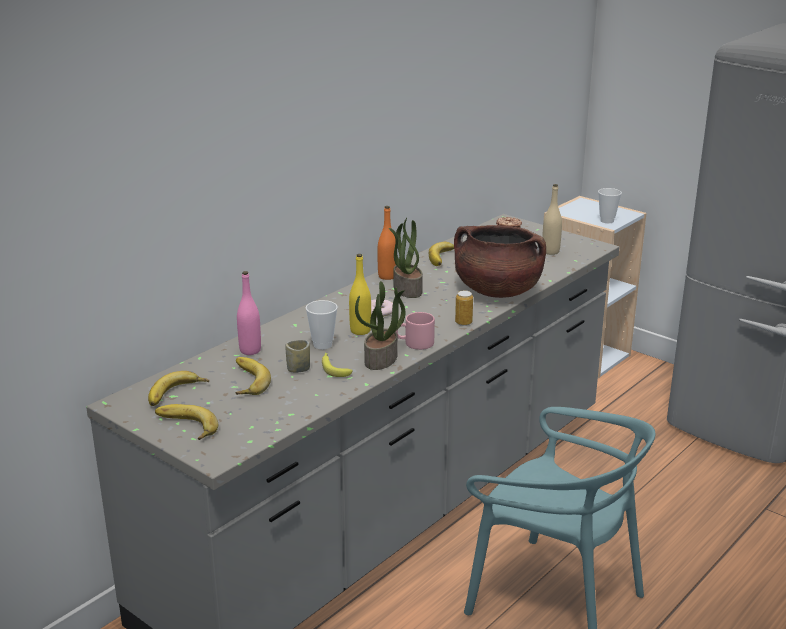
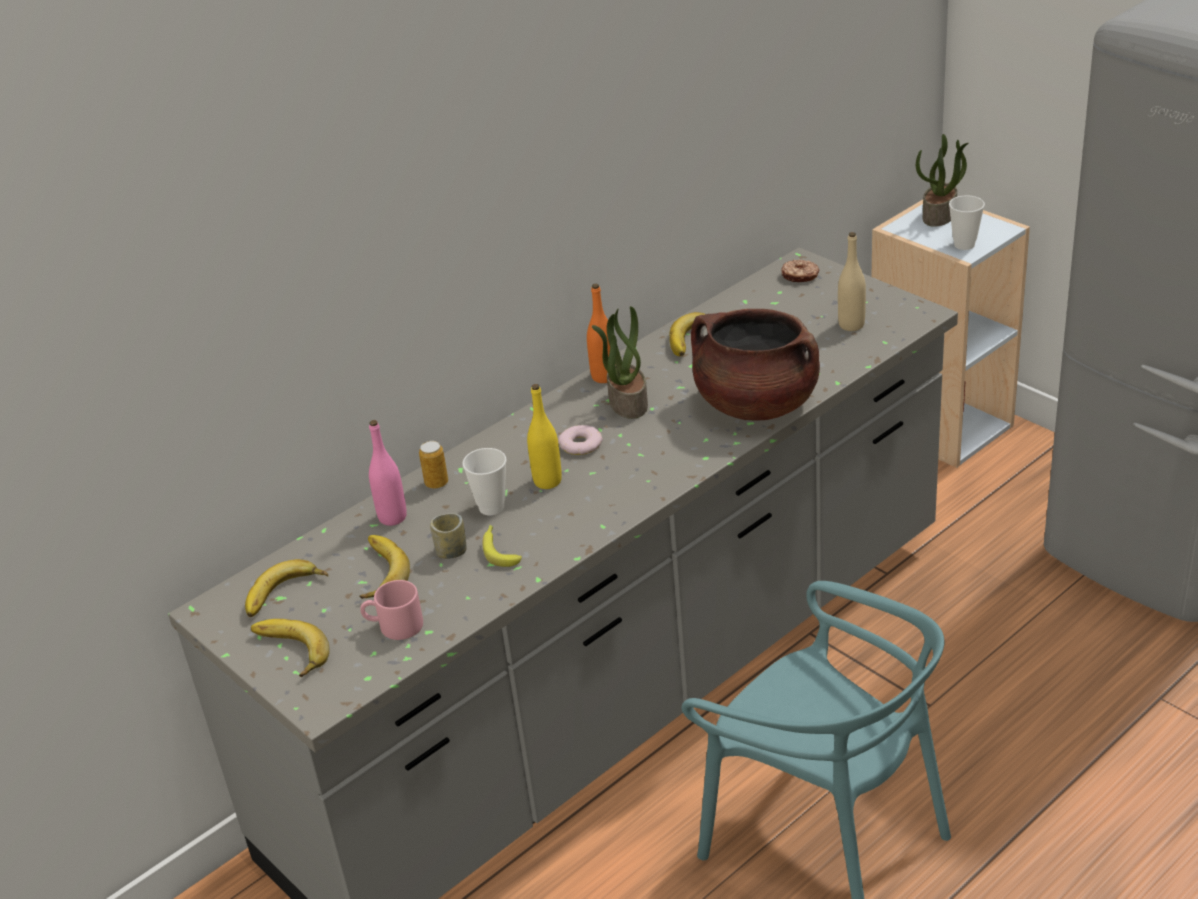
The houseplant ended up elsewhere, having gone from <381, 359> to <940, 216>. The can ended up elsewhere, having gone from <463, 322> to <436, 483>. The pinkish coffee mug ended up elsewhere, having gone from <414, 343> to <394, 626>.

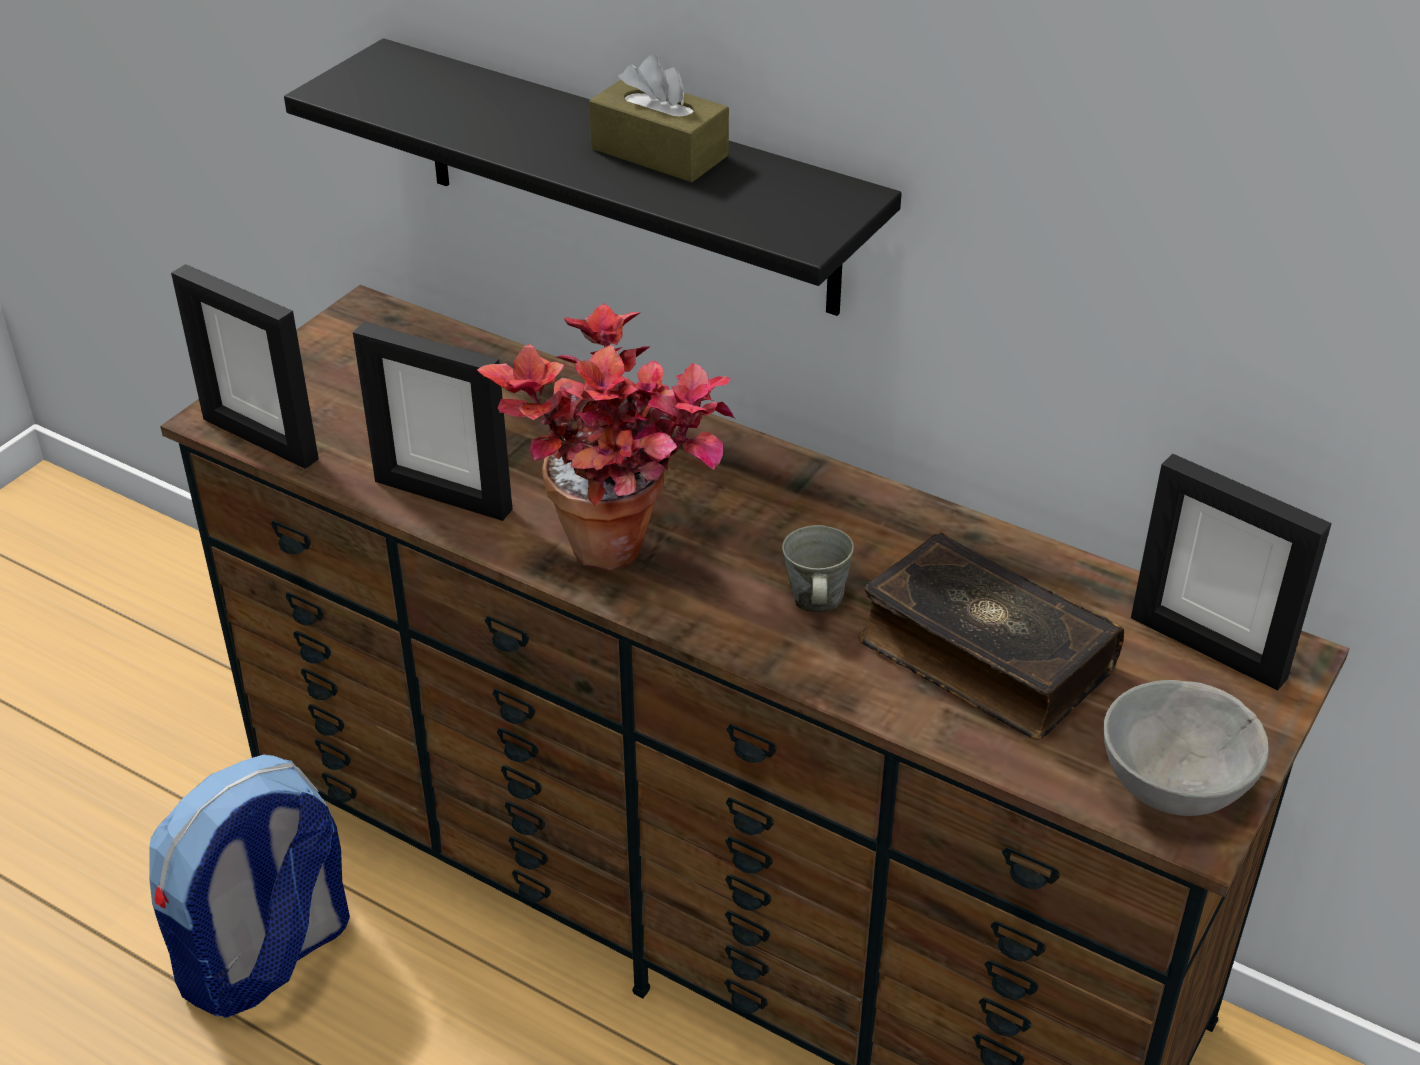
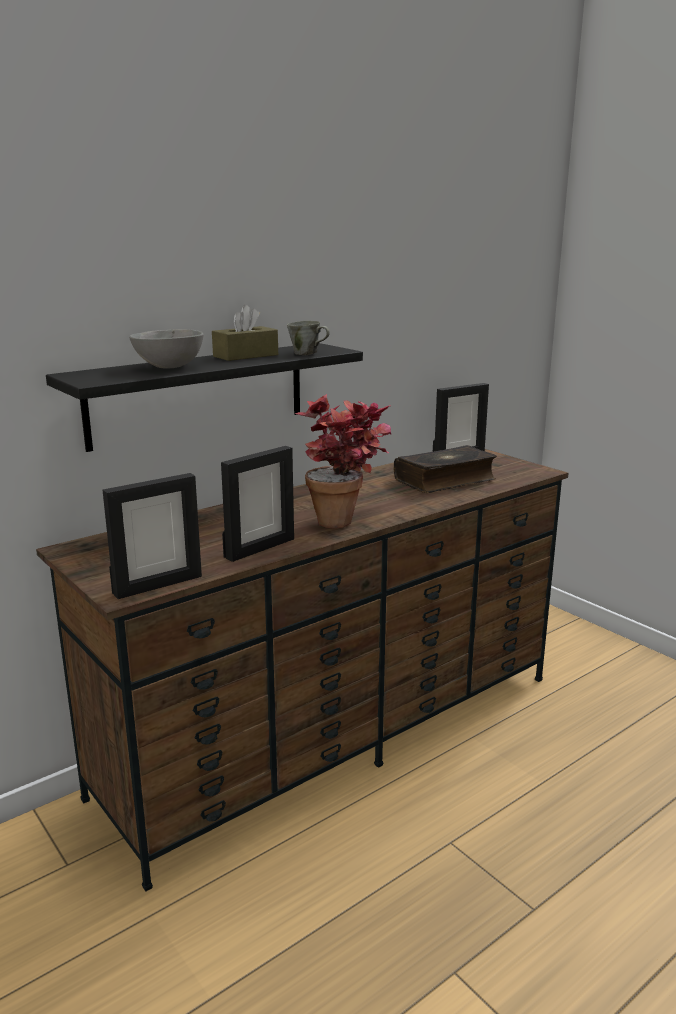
The gray coffee mug ended up elsewhere, having gone from <816, 600> to <307, 353>. The gray deep dish ended up elsewhere, having gone from <1171, 785> to <168, 367>. The second view lost the backpack at <266, 957>.

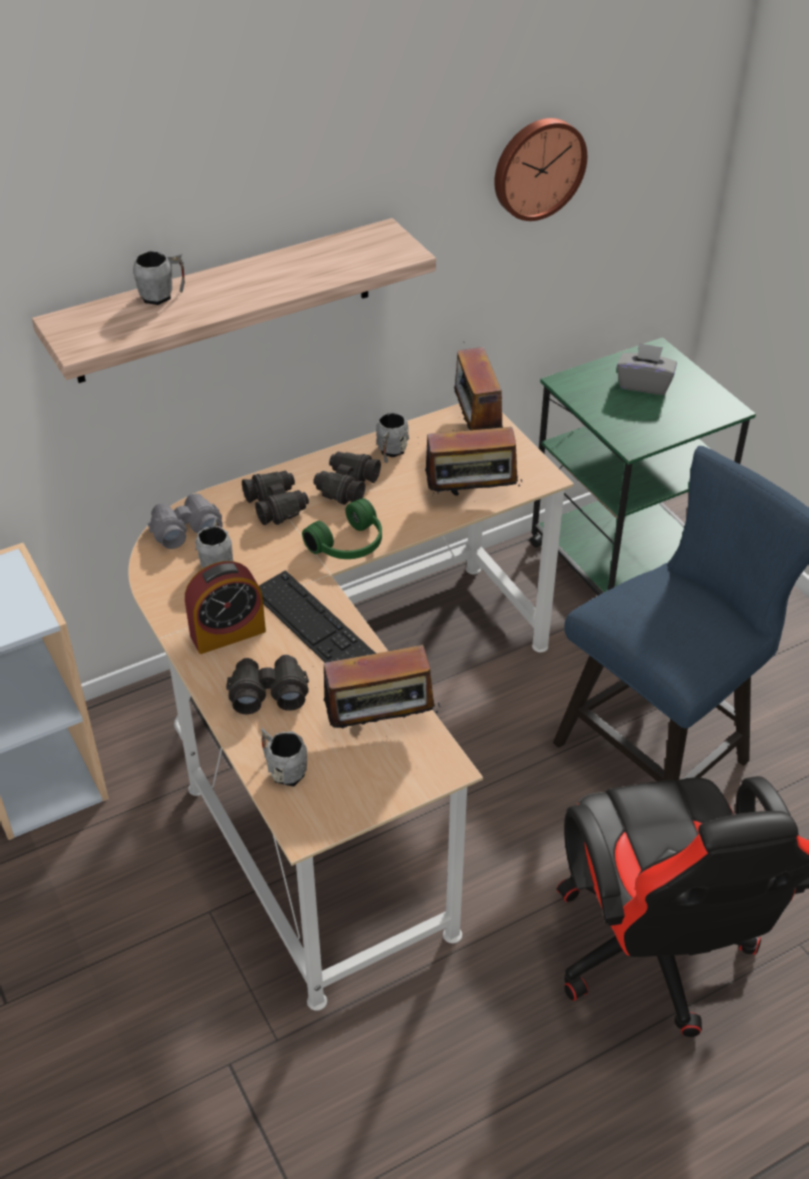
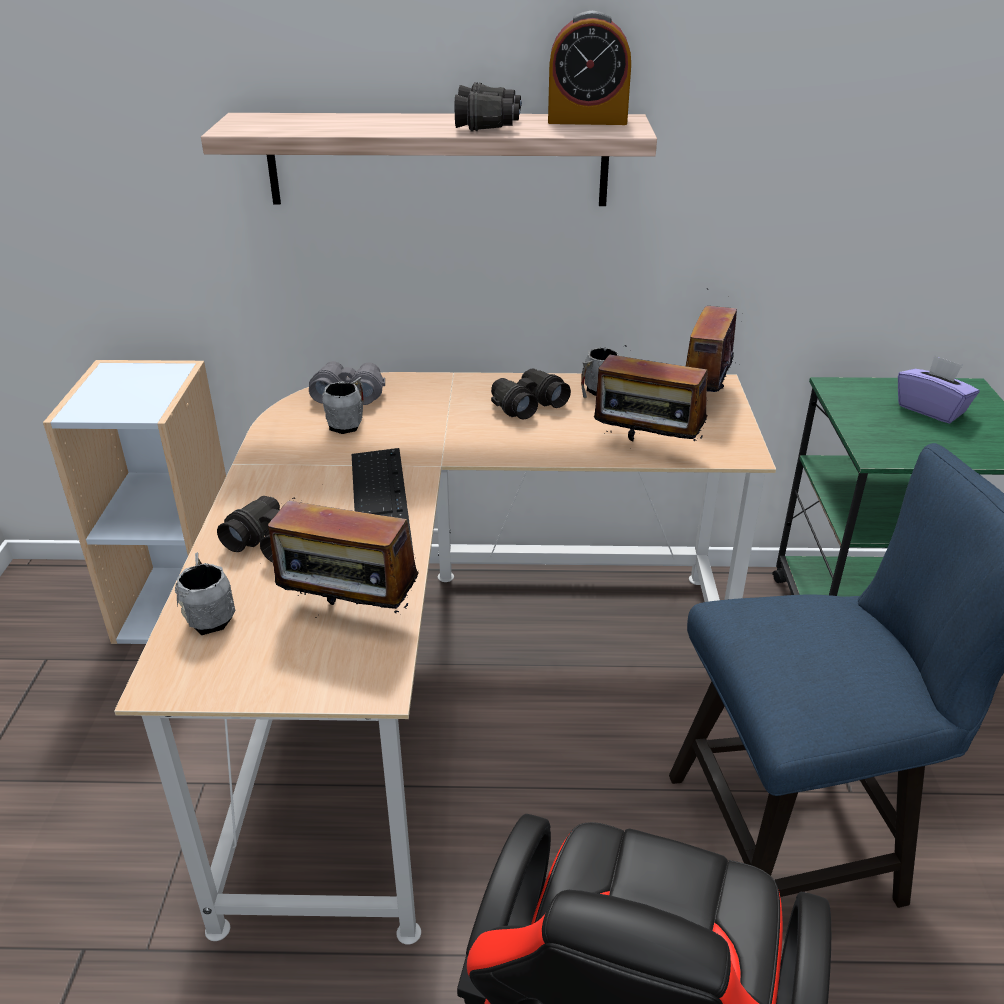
The second view lost the hanging clock at <537, 167>. The second view lost the gray coffee mug at <162, 295>. What was the gray tissue holder at <644, 384> turned into the purple tissue holder at <931, 409>. The black-coloured field glasses ended up elsewhere, having gone from <276, 505> to <488, 124>. The second view lost the greenish headphones at <350, 545>. The alarm clock ended up elsewhere, having gone from <228, 633> to <587, 120>.

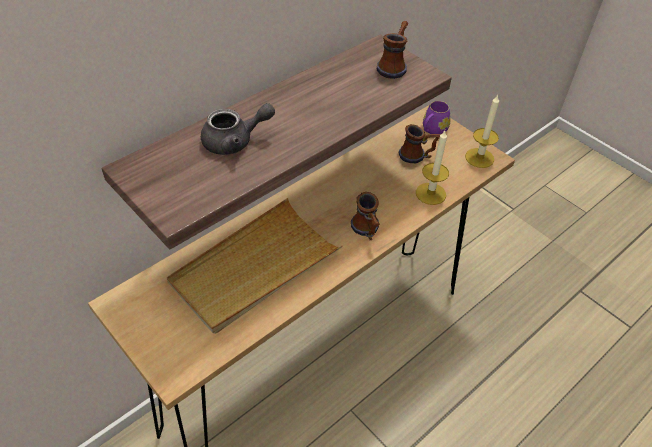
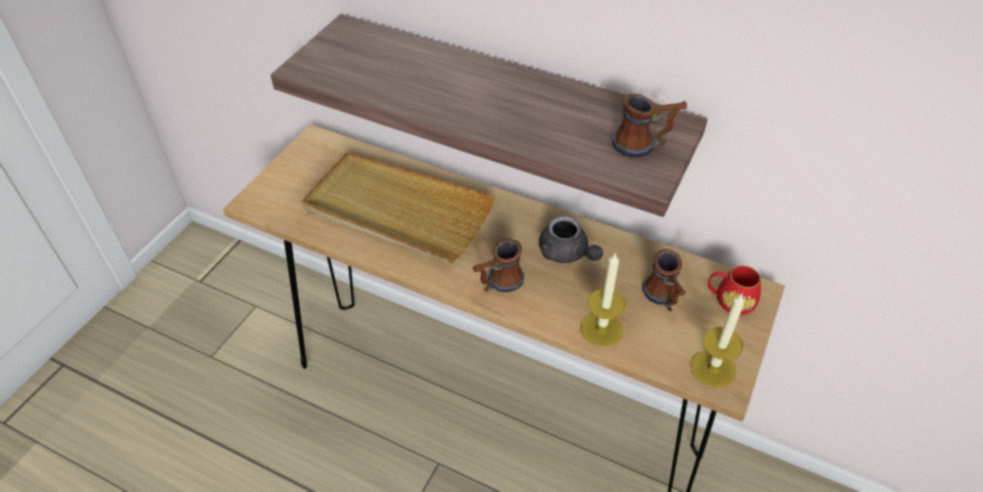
What was the purple coffee mug at <432, 130> turned into the red-coloured coffee mug at <729, 301>. The gray pot for tea ended up elsewhere, having gone from <235, 142> to <567, 254>.

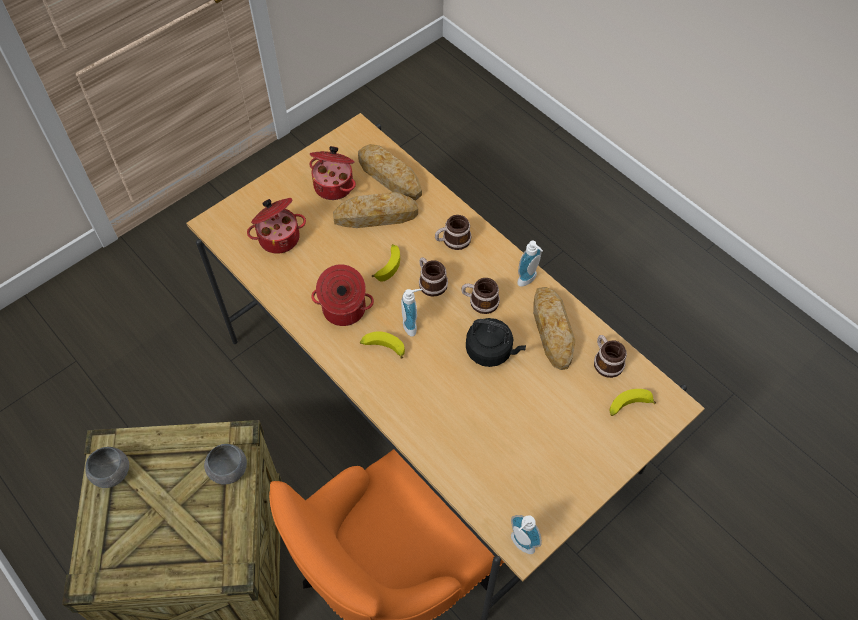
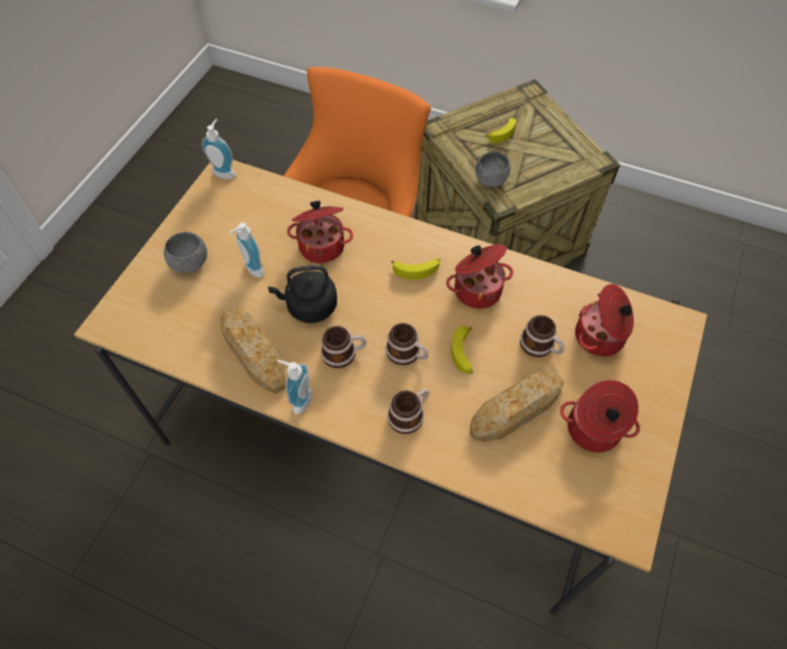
The second view lost the bread at <389, 176>. The soap bottle ended up elsewhere, having gone from <412, 325> to <251, 270>. The coffee mug ended up elsewhere, having gone from <606, 361> to <540, 346>. The whole banana ended up elsewhere, having gone from <628, 406> to <502, 133>. The gray deep dish ended up elsewhere, having gone from <112, 473> to <190, 263>. The second view gained the cooking pot at <322, 245>.

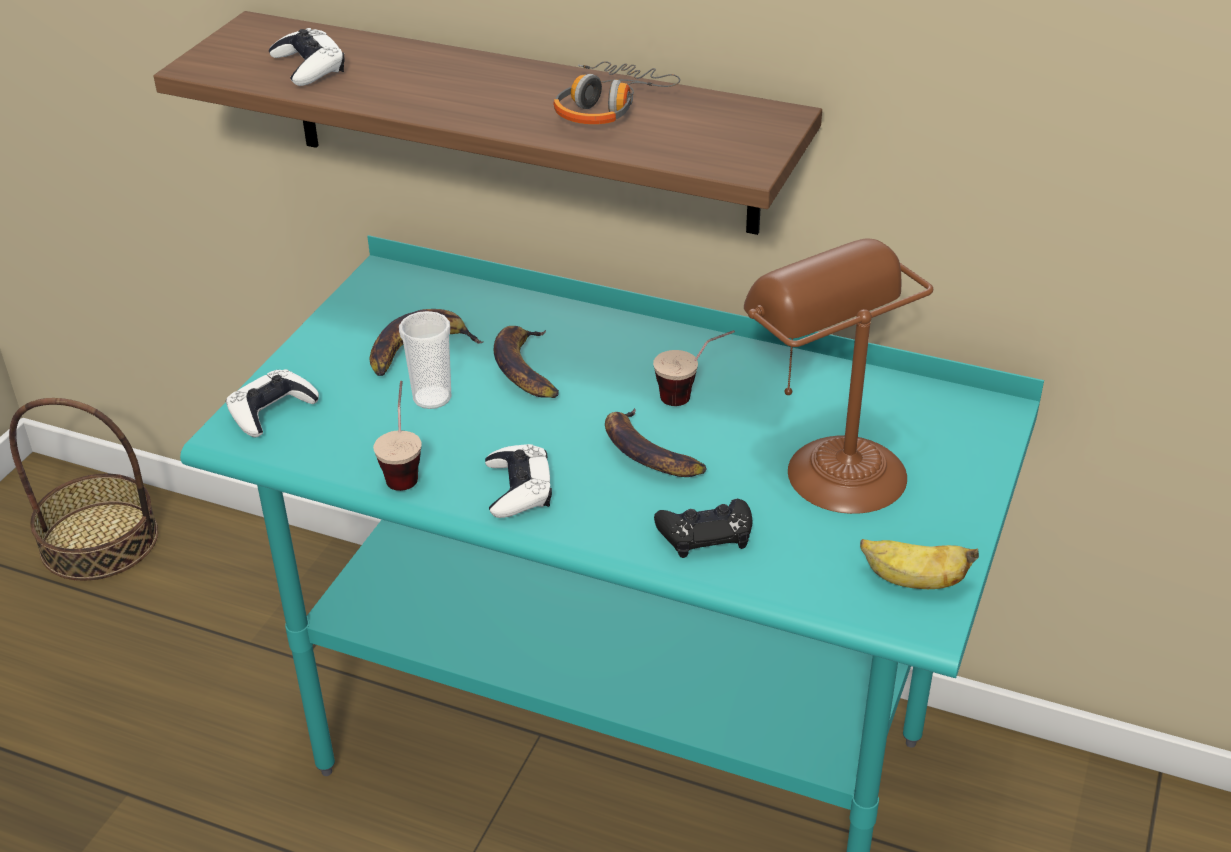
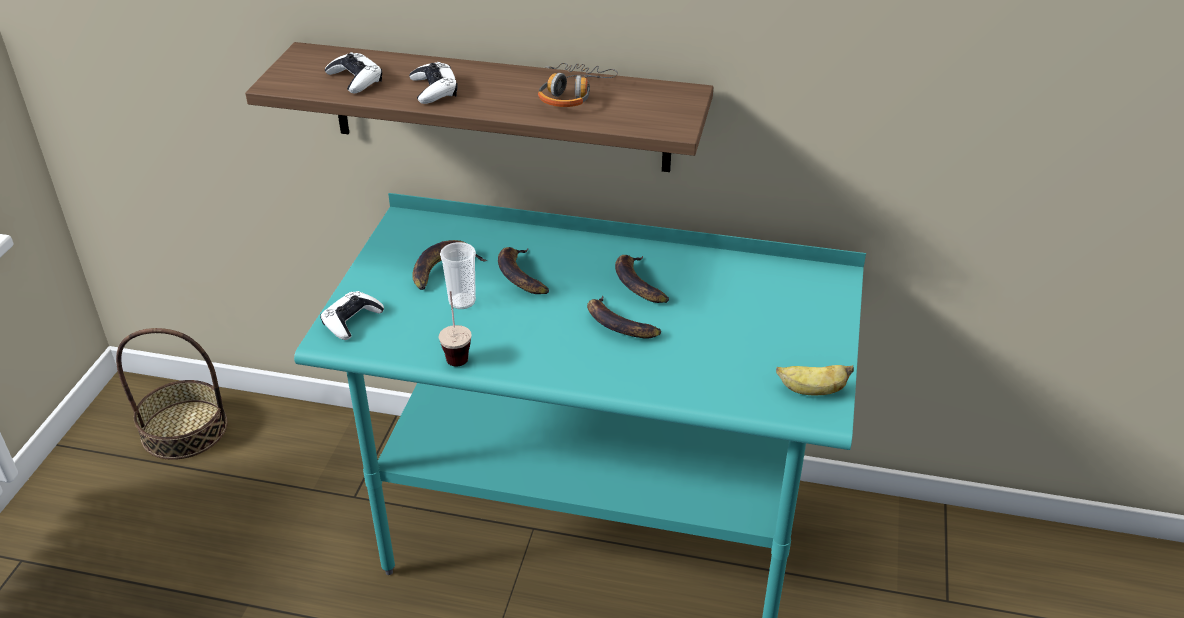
The second view lost the brown-coloured tabletop lamp at <828, 461>. Where the cup stood at <693, 395>, the whole banana came to stand at <638, 284>. The white game controller ended up elsewhere, having gone from <518, 488> to <434, 89>. The second view lost the black-coloured game controller at <705, 533>.

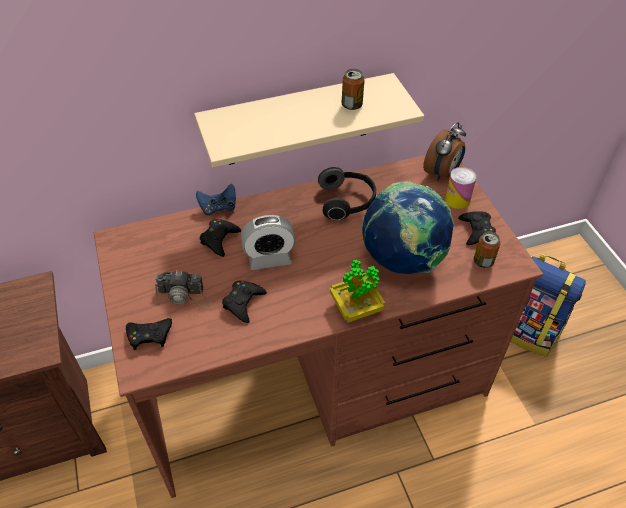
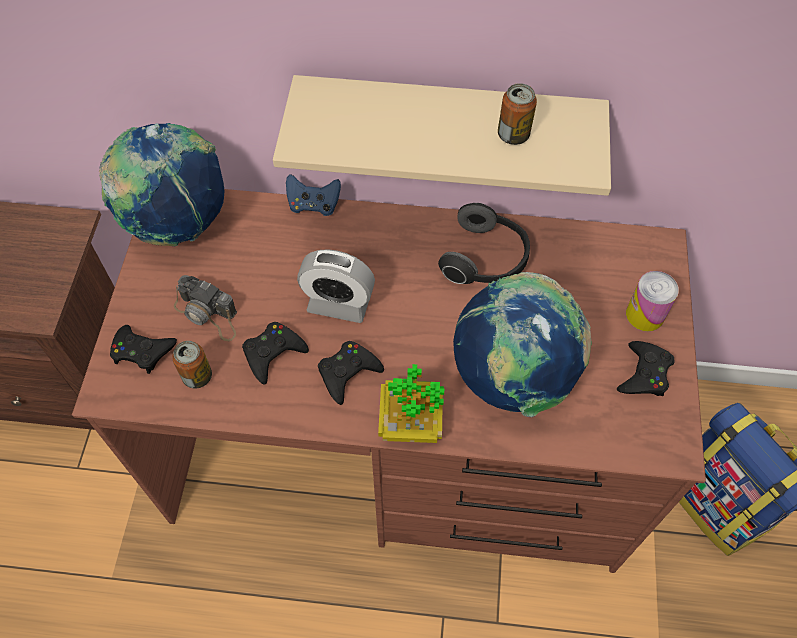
The second view lost the alarm clock at <442, 173>. The black-coloured game controller ended up elsewhere, having gone from <219, 239> to <348, 373>. The can ended up elsewhere, having gone from <483, 261> to <197, 376>. The second view gained the world globe at <177, 222>.

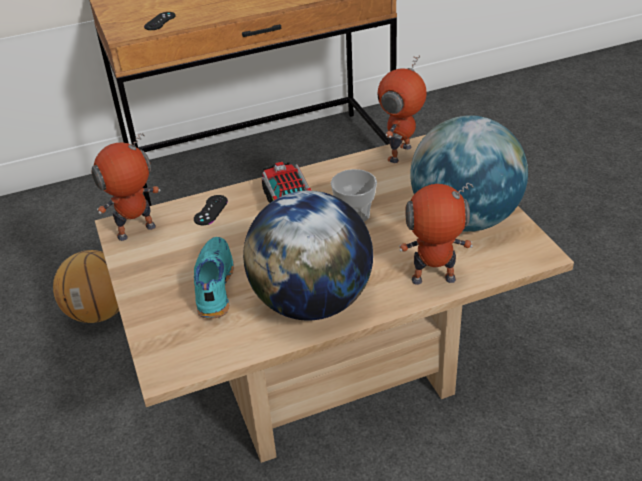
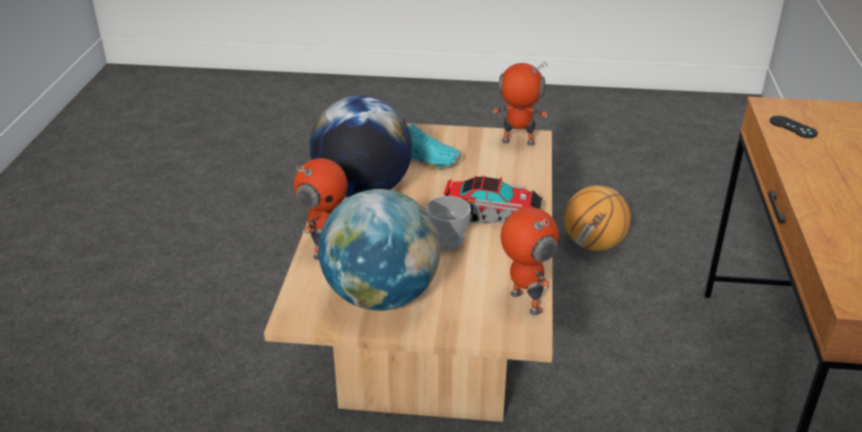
The toy robot at <137, 232> ended up facing another way, 75 degrees counterclockwise from before. The second view lost the black-coloured game controller at <210, 210>.

